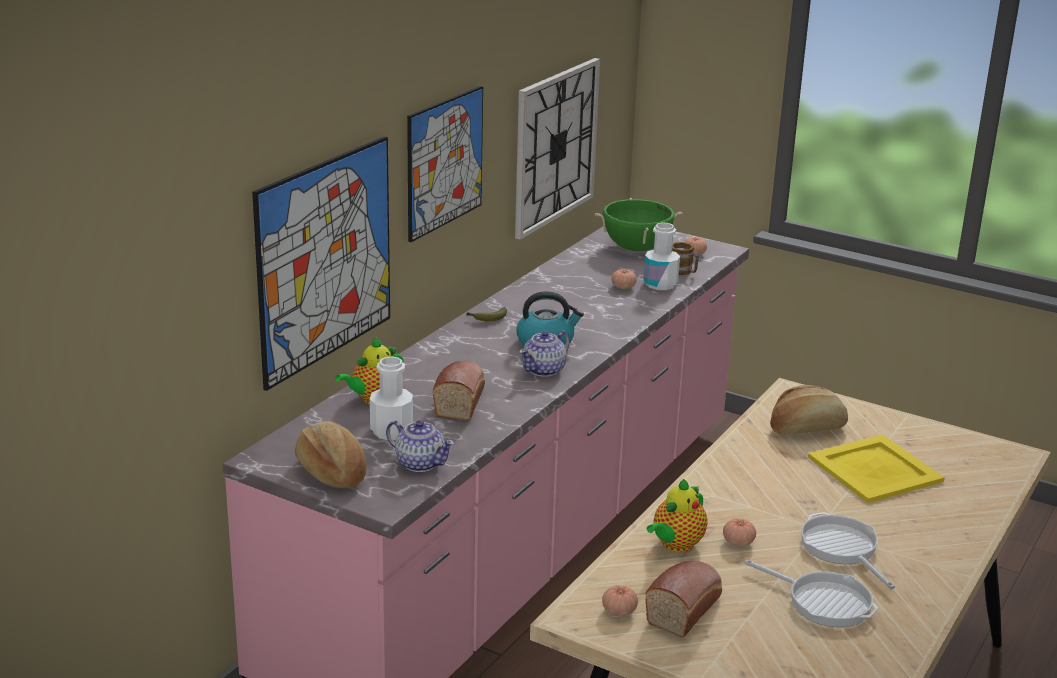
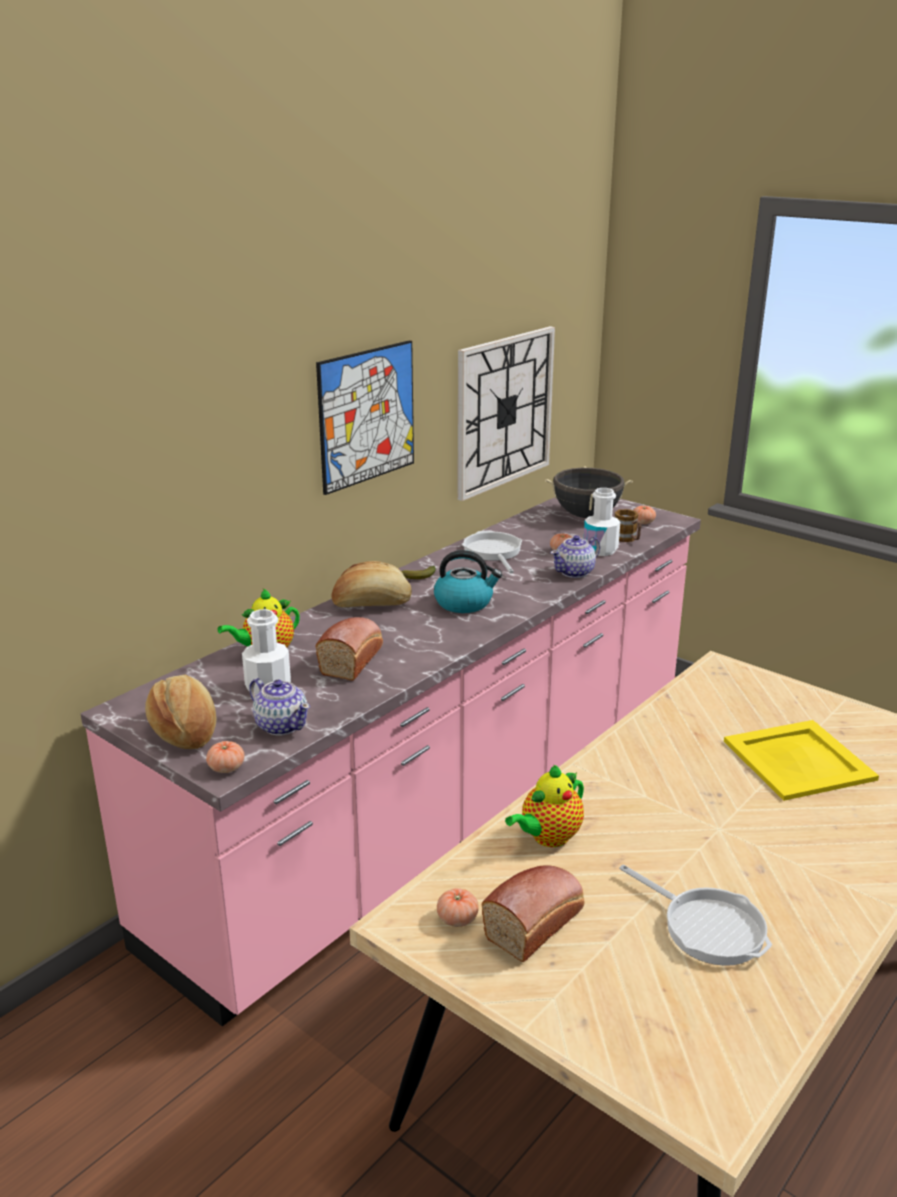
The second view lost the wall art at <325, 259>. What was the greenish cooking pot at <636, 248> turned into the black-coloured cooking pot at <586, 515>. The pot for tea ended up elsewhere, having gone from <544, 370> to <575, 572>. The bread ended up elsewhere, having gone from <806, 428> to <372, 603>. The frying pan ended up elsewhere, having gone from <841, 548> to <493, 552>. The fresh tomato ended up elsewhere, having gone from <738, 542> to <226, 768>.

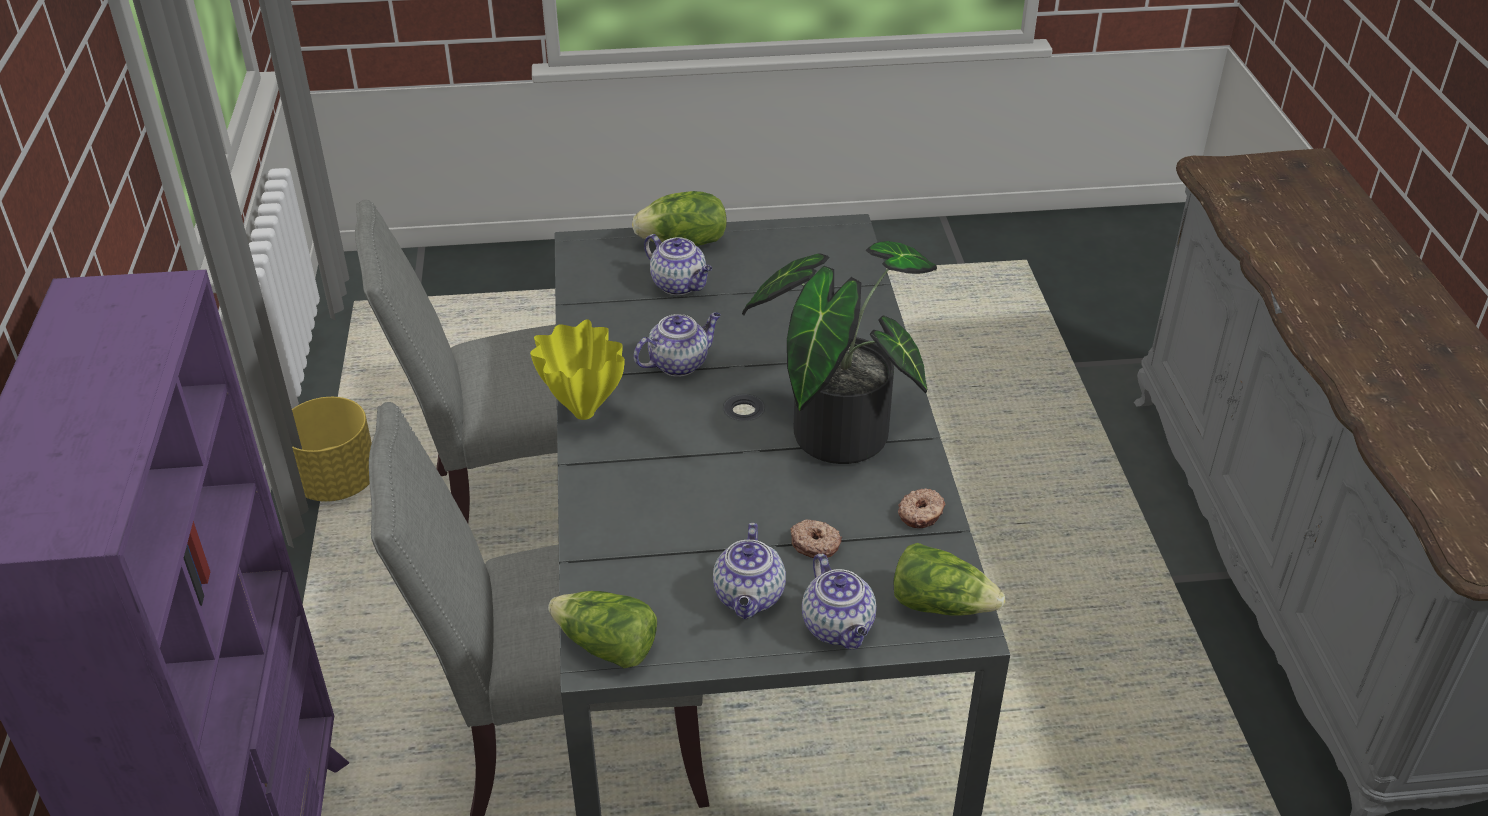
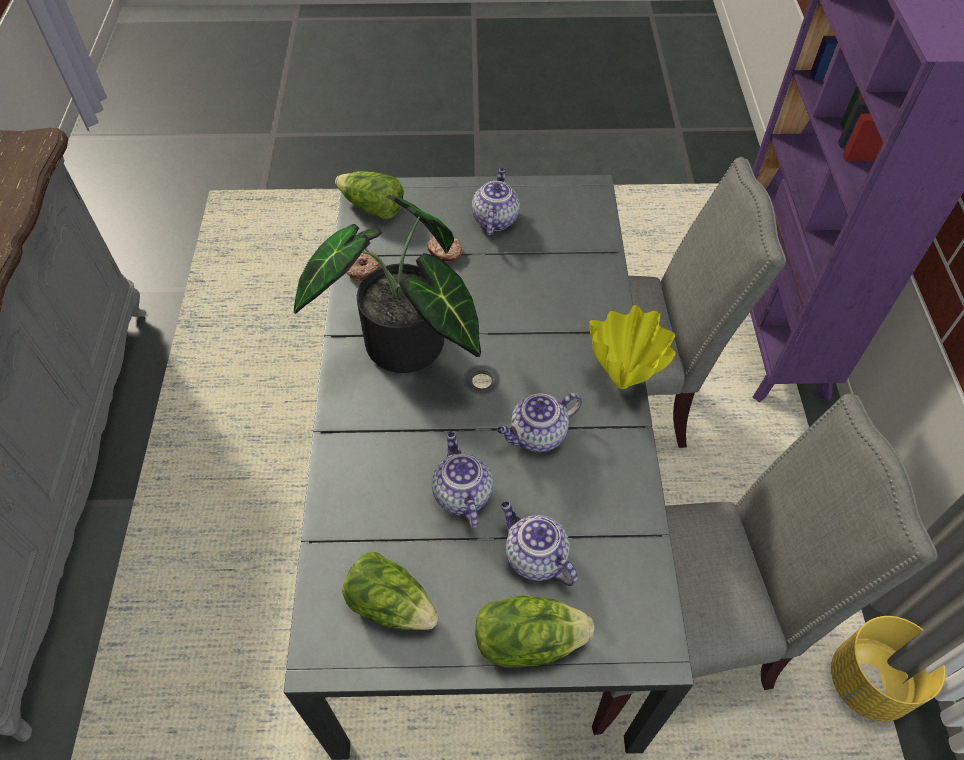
The pot for tea ended up elsewhere, having gone from <839, 628> to <461, 493>. The head of lettuce ended up elsewhere, having gone from <606, 646> to <391, 603>.

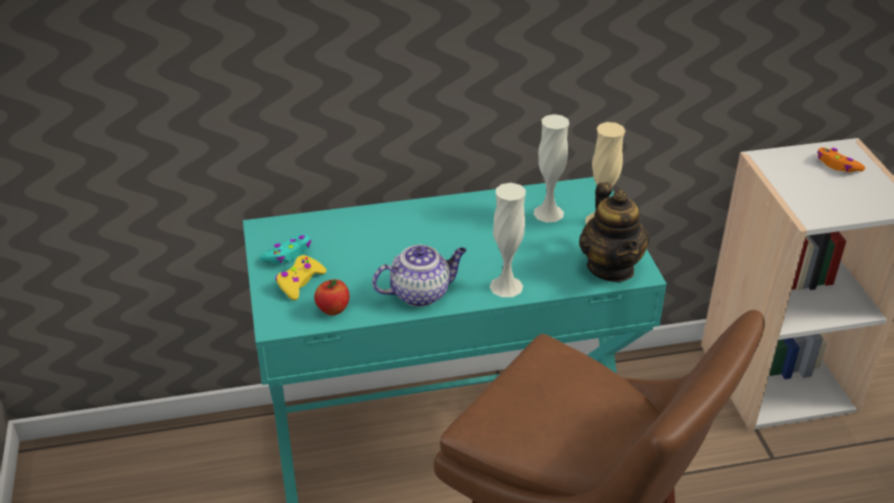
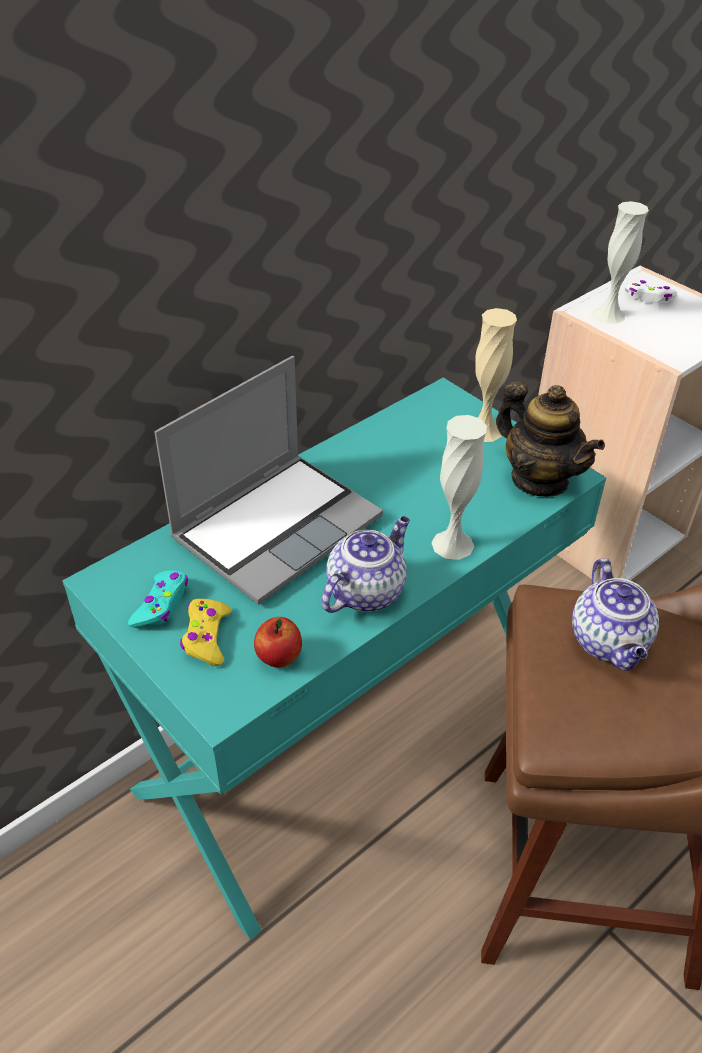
The white decorative vase ended up elsewhere, having gone from <548, 213> to <609, 315>. What was the orange-coloured game controller at <837, 165> turned into the white game controller at <649, 298>. The second view gained the portable computer at <277, 526>. The second view gained the pot for tea at <610, 643>.

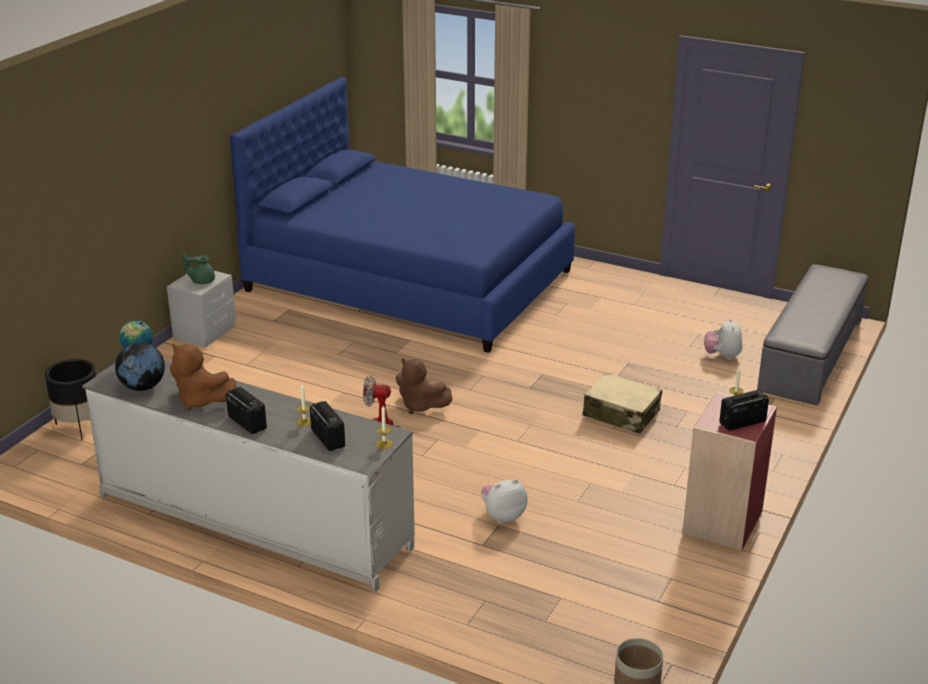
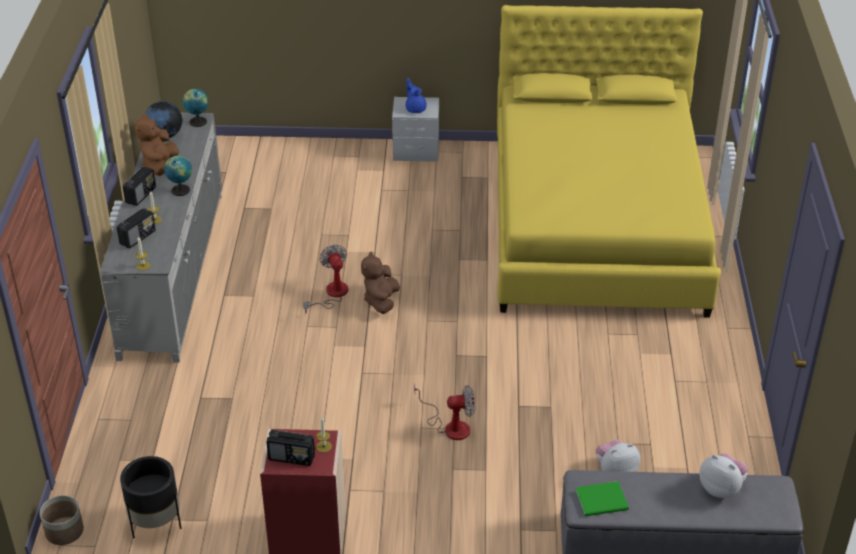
What was the bluish bedroom bed at <409, 280> turned into the yellow bedroom bed at <596, 223>. What was the greenish pot for tea at <202, 281> turned into the bluish pot for tea at <415, 108>. The black-coloured plant pot ended up elsewhere, having gone from <79, 426> to <156, 523>. Where the sand-coloured suitcase stood at <621, 413>, the electric fan came to stand at <450, 426>. The radio at <742, 422> ended up facing another way, 150 degrees clockwise from before. The cuddly toy ended up elsewhere, having gone from <503, 516> to <721, 488>. The second view gained the world globe at <181, 189>. The second view gained the greenish bound book at <603, 501>.

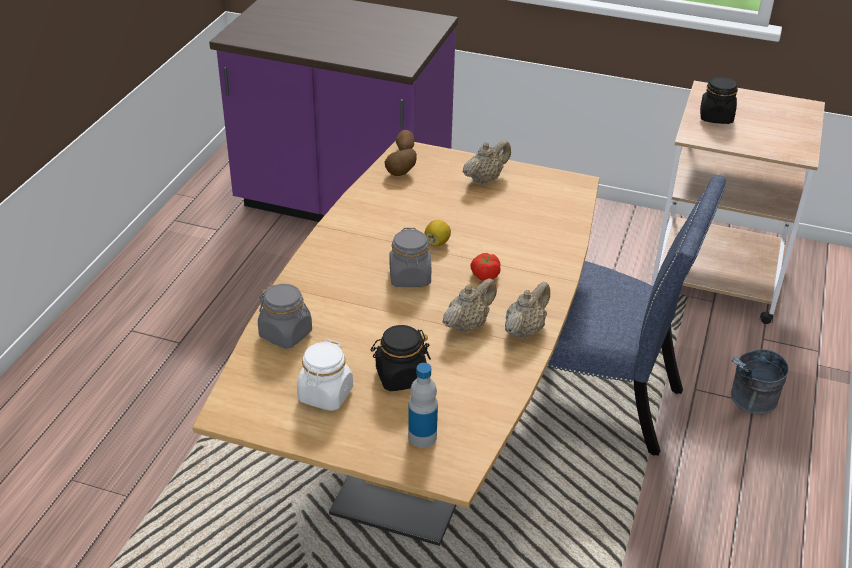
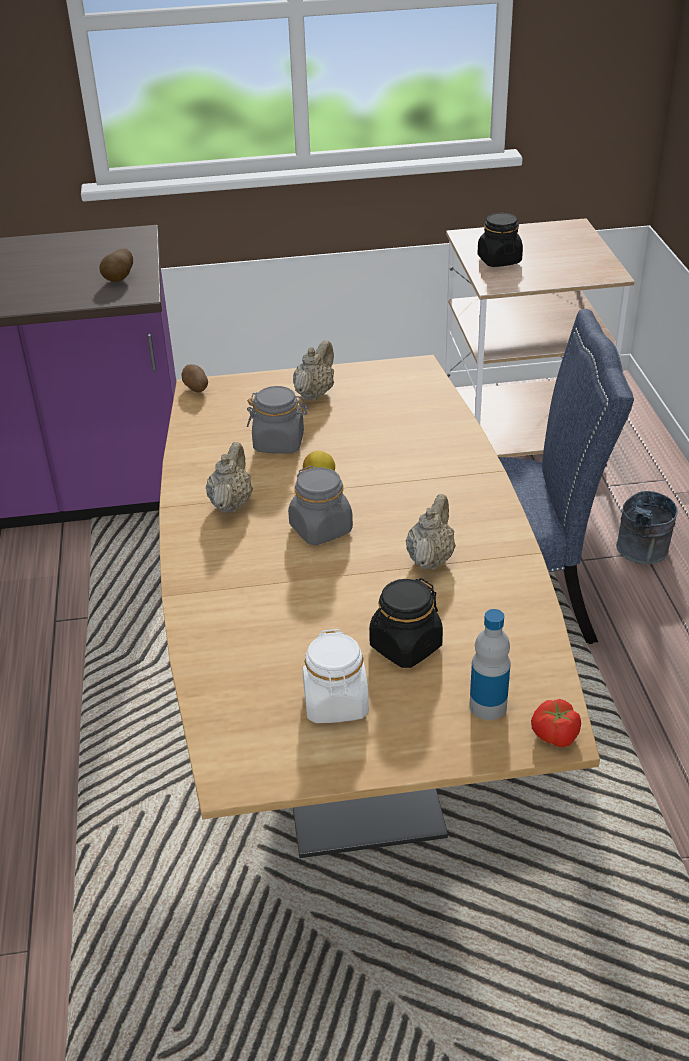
The whole potato ended up elsewhere, having gone from <401, 174> to <120, 279>. The fresh tomato ended up elsewhere, having gone from <484, 275> to <554, 734>. The sand-coloured pot for tea ended up elsewhere, having gone from <525, 330> to <231, 503>. The gray jar ended up elsewhere, having gone from <286, 334> to <279, 443>.

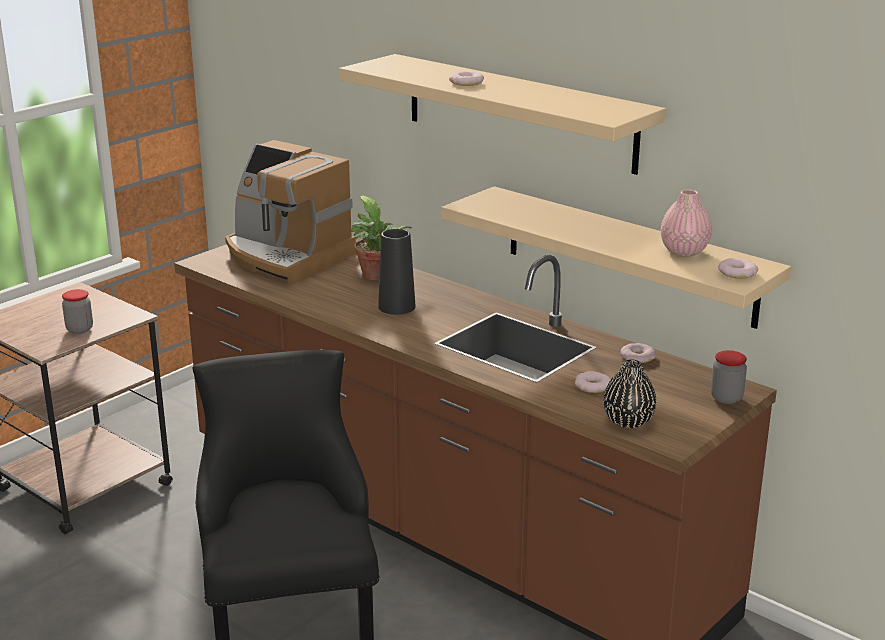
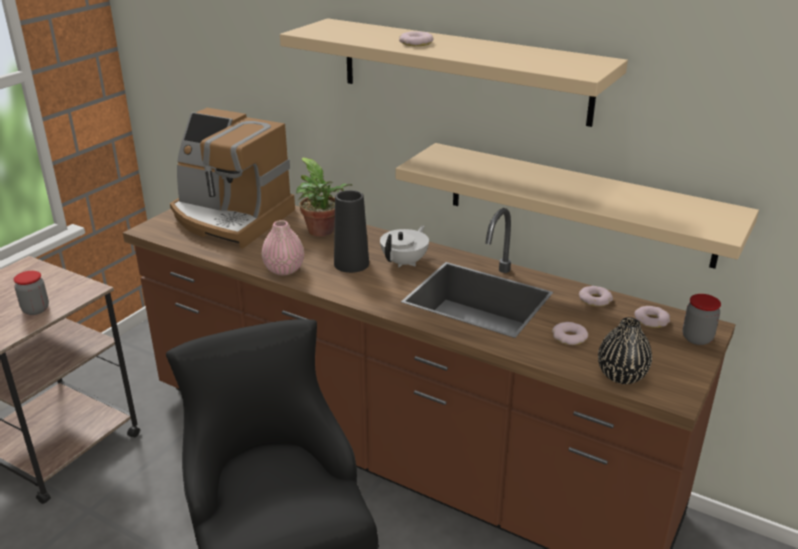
The pinkish decorative vase ended up elsewhere, having gone from <684, 251> to <284, 270>. The donut ended up elsewhere, having gone from <737, 273> to <651, 320>. The second view gained the white pot for tea at <405, 262>.

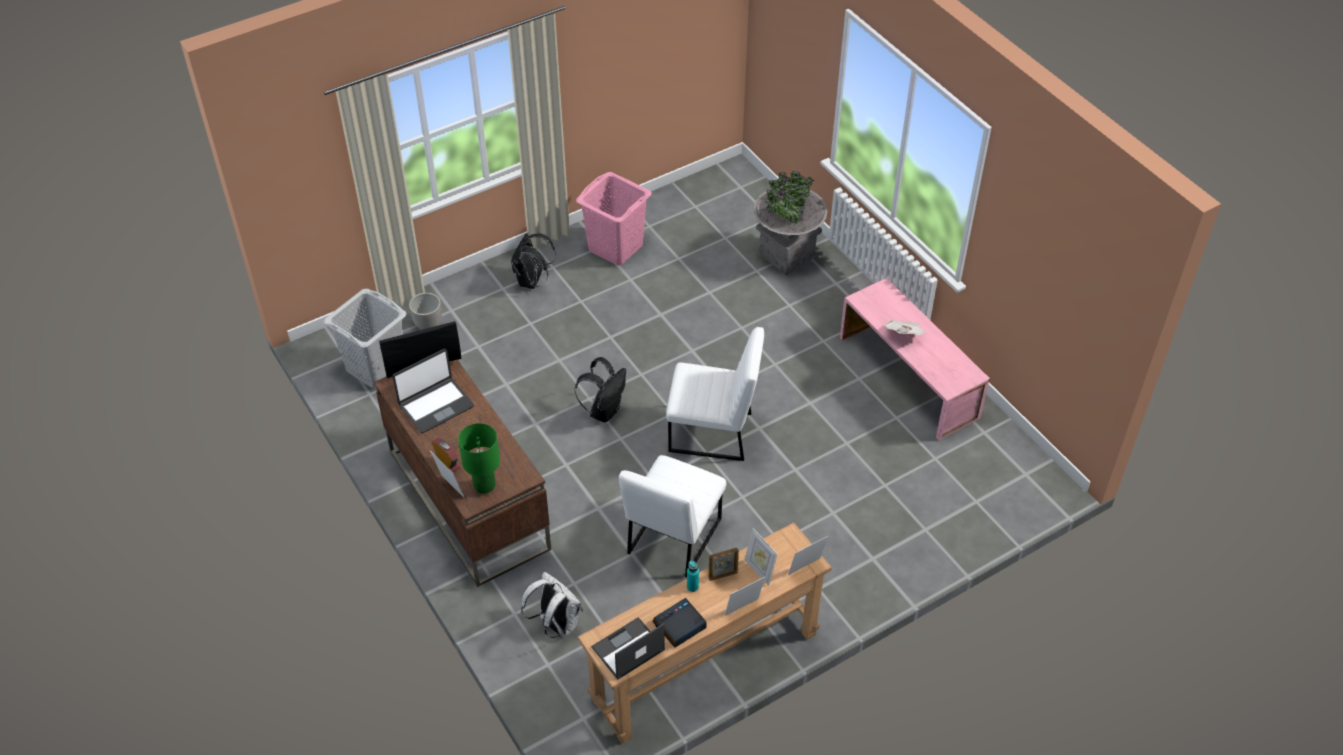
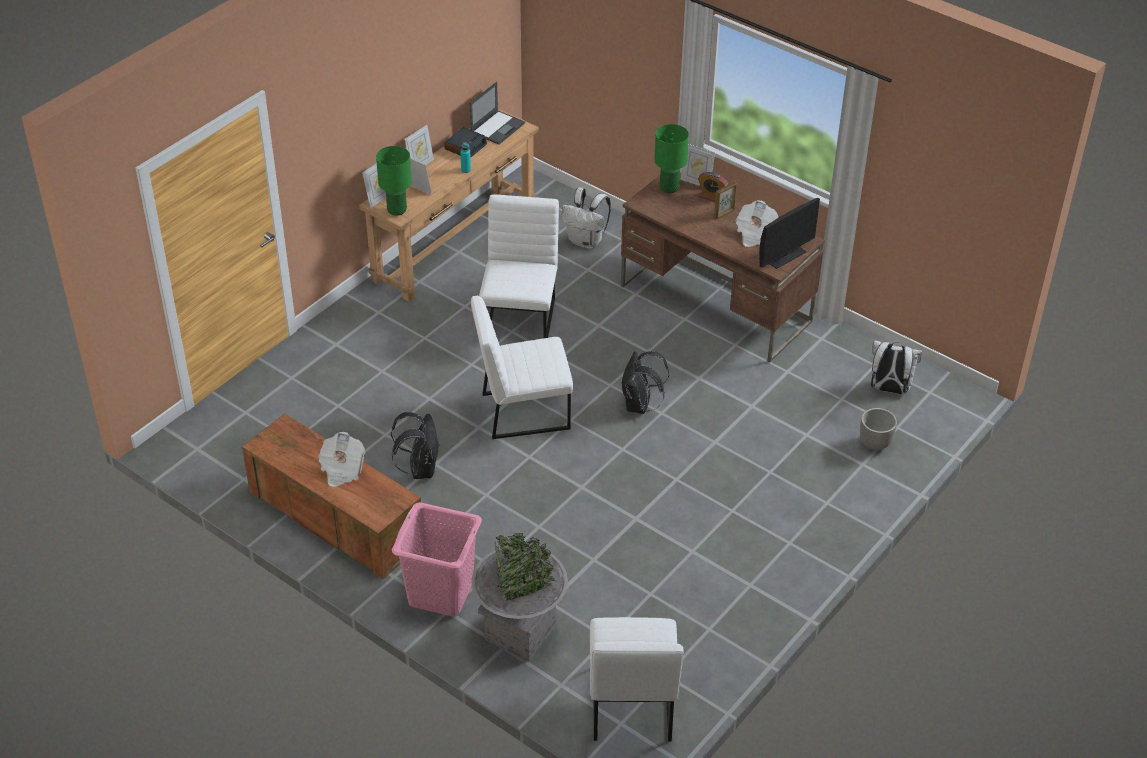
The pinkish hamper ended up elsewhere, having gone from <615, 247> to <441, 593>. The black-coloured backpack ended up elsewhere, having gone from <532, 281> to <420, 469>. What was the pinkish long seat at <910, 377> turned into the brown-coloured long seat at <333, 518>. Where the gray hamper stood at <376, 368>, the white backpack came to stand at <889, 389>. Where the portable computer stood at <435, 405>, the printed paper came to stand at <755, 234>. The picture frame ended up elsewhere, having gone from <722, 575> to <724, 214>. The second view gained the greenish tabletop lamp at <397, 211>. The second view gained the white chair at <630, 706>.

